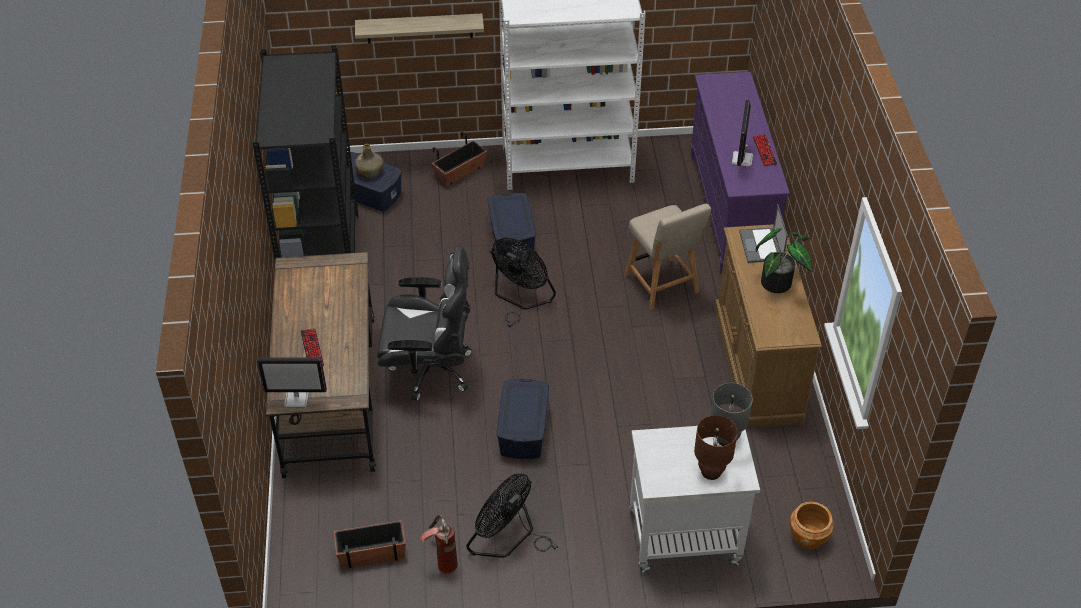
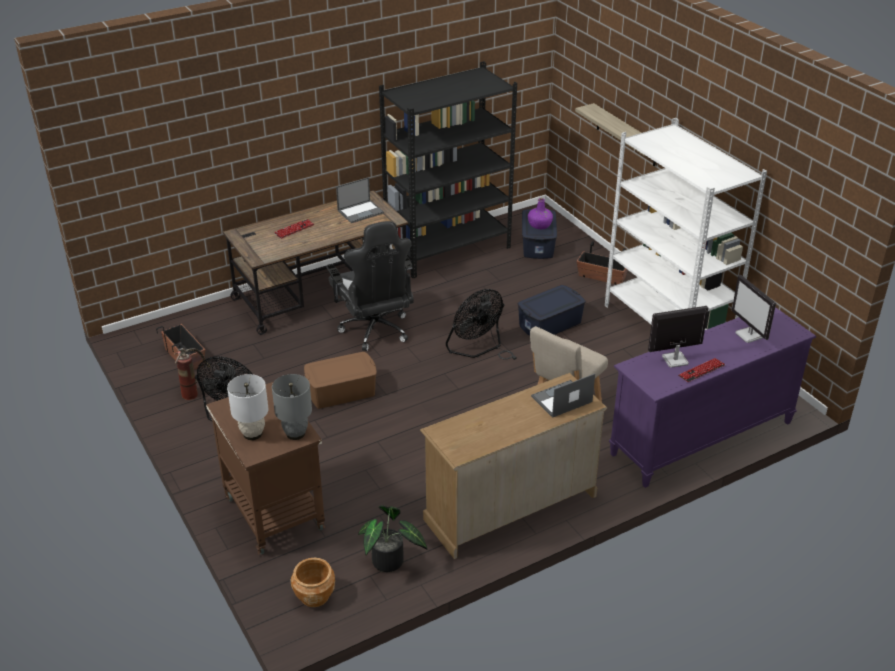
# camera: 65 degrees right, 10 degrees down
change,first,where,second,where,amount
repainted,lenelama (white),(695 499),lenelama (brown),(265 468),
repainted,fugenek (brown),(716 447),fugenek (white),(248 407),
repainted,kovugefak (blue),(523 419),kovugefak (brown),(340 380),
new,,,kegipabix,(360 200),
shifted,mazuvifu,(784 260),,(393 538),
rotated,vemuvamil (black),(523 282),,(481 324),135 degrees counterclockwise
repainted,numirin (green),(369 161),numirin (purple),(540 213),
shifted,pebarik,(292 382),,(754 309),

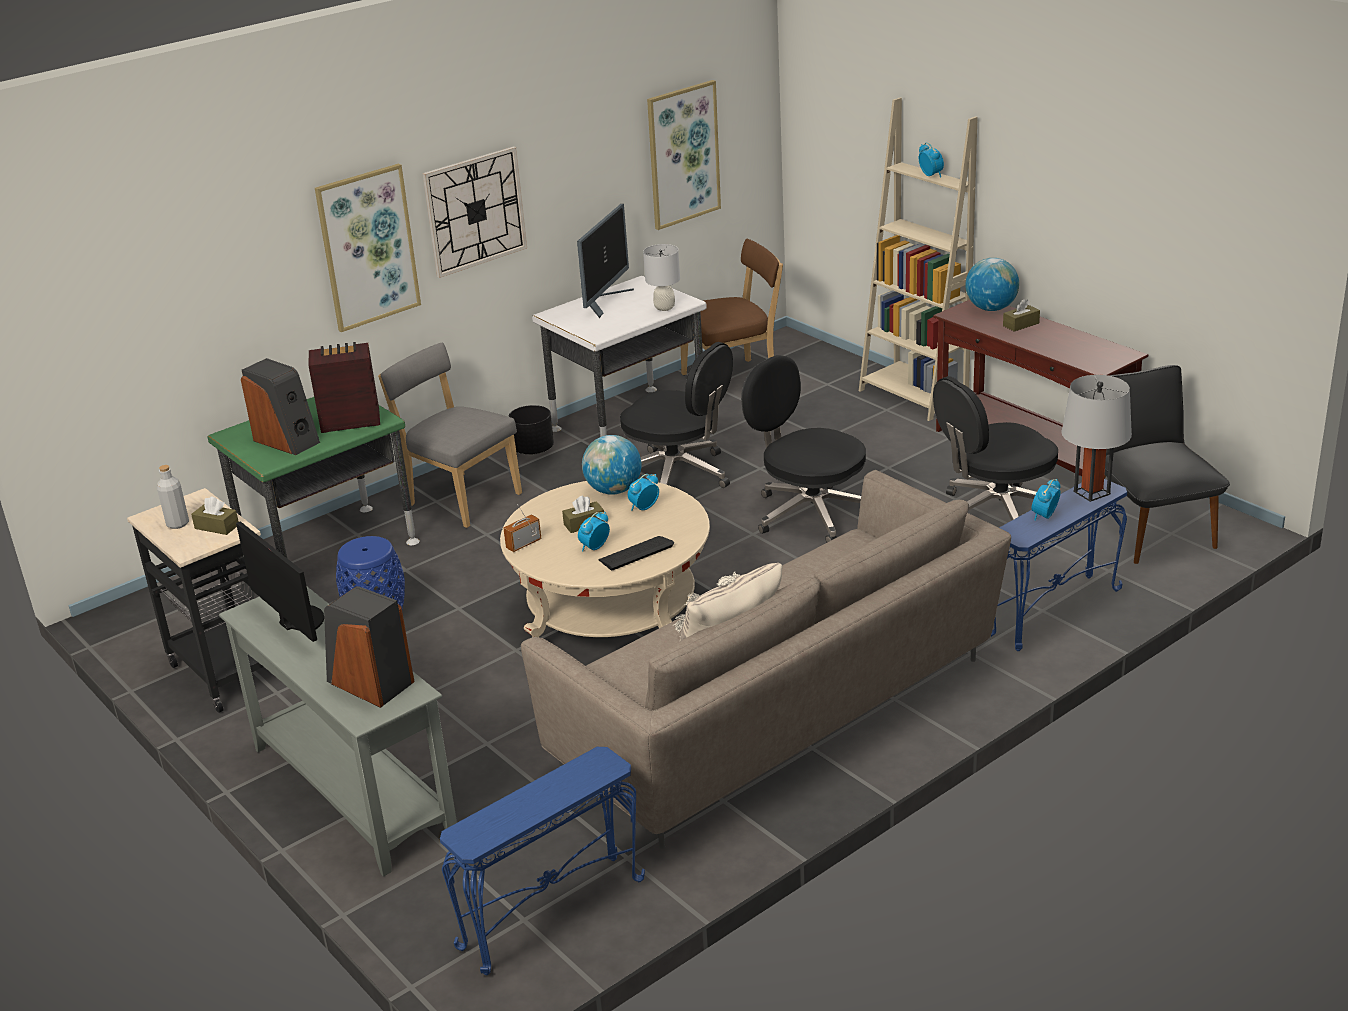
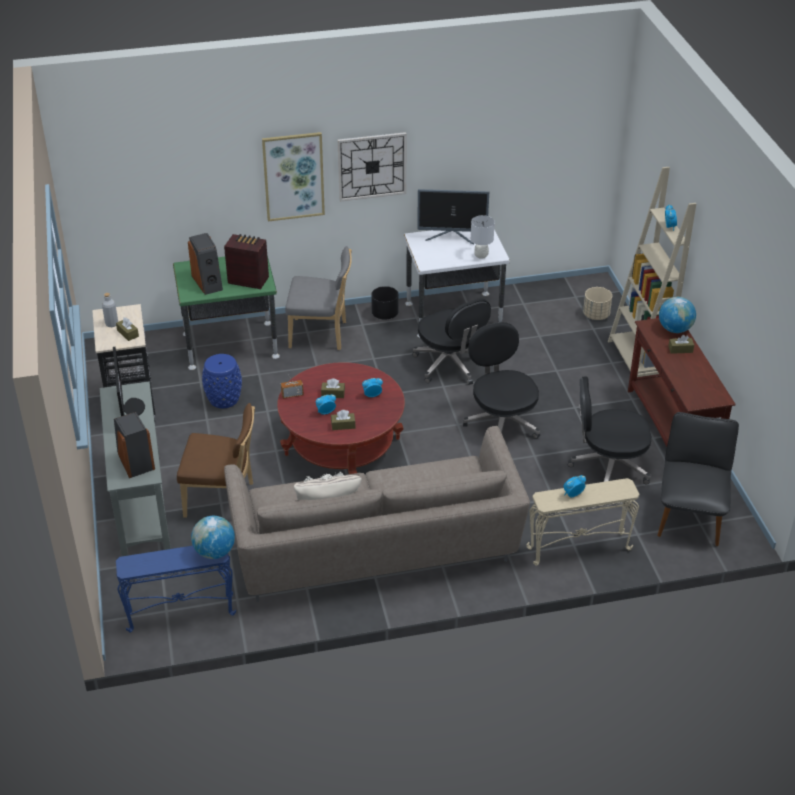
# camera: 25 degrees right, 10 degrees up
change,first,where,second,where,amount
shifted,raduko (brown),(732 307),,(216 460),
shifted,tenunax,(611 465),,(213 537),
repainted,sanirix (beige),(605 559),sanirix (red),(341 418),
rotated,raduko (grey),(450 435),,(318 298),120 degrees clockwise
swapped,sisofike,(636 553),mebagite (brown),(343 420),
rotated,pebarik,(605 261),,(453 216),45 degrees clockwise
repainted,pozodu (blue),(1059 565),pozodu (beige),(582 522),
new,,,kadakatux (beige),(597 303),
gone,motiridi,(684 155),,,
gone,fugenek (grey),(1096 438),,,

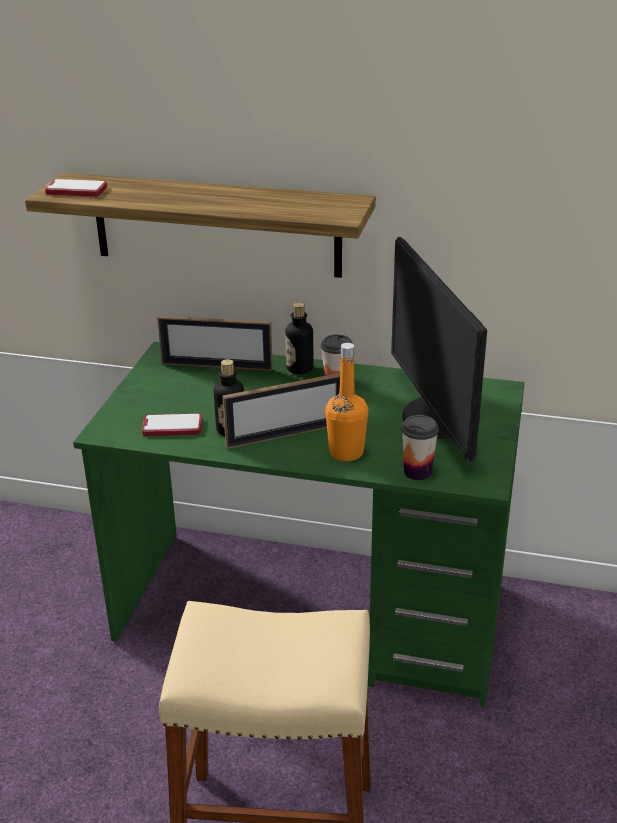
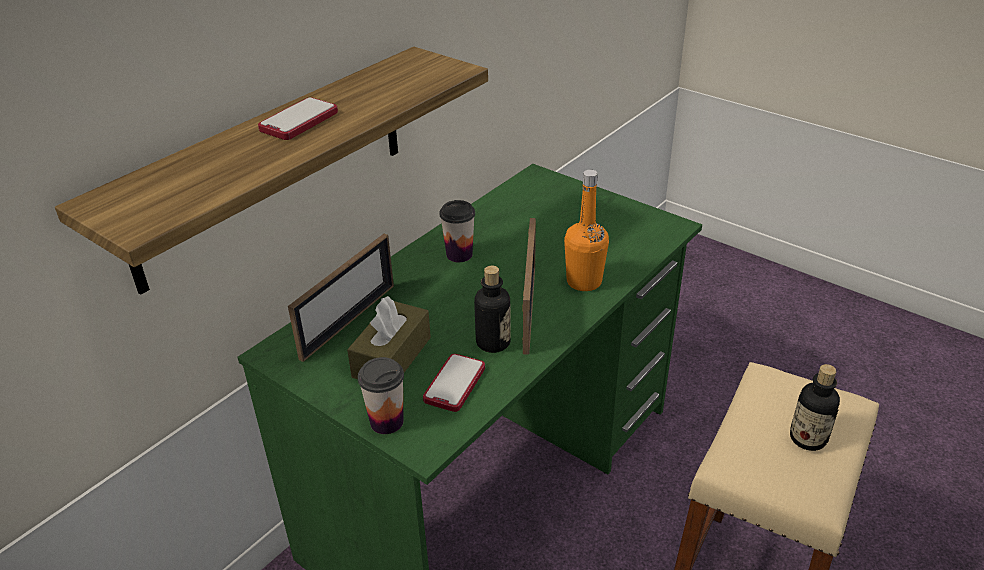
# camera: 65 degrees left, 5 degrees up
change,first,where,second,where,amount
shifted,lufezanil,(76 187),,(298 118),
new,,,mebagite (brown),(389 337),
shifted,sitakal,(420 447),,(381 395),
shifted,numirin,(299 338),,(815 407),
gone,pebarik,(439 349),,,

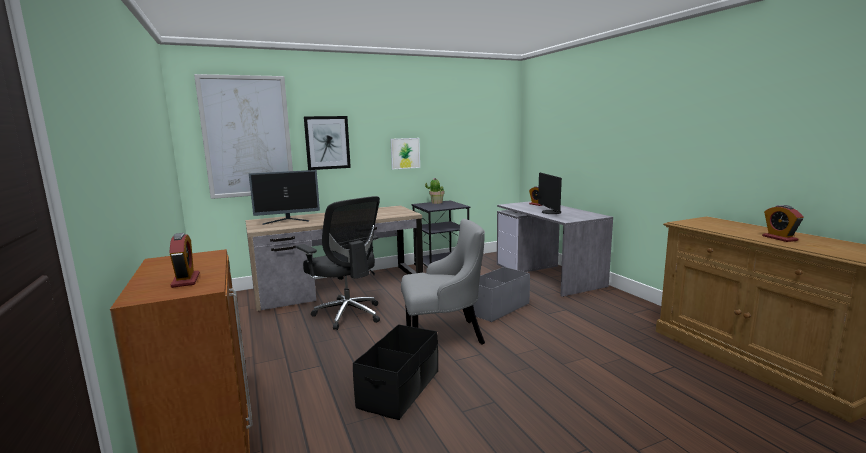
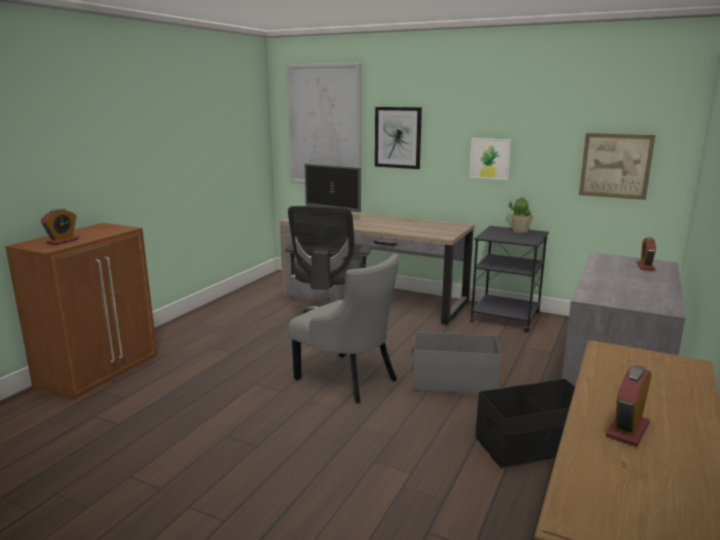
# camera: 50 degrees right, 5 degrees up
change,first,where,second,where,amount
shifted,kovugefak (black),(395 372),,(525 423),
new,,,motiridi,(617 166),
gone,pebarik,(550 193),,,

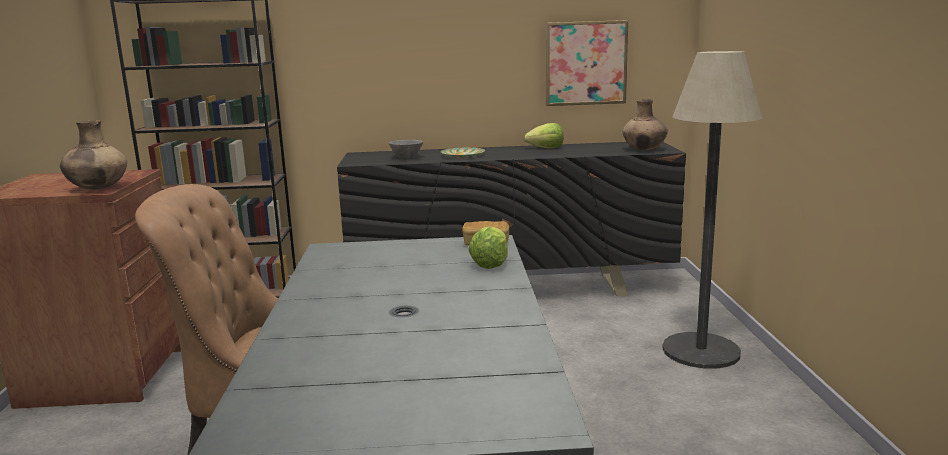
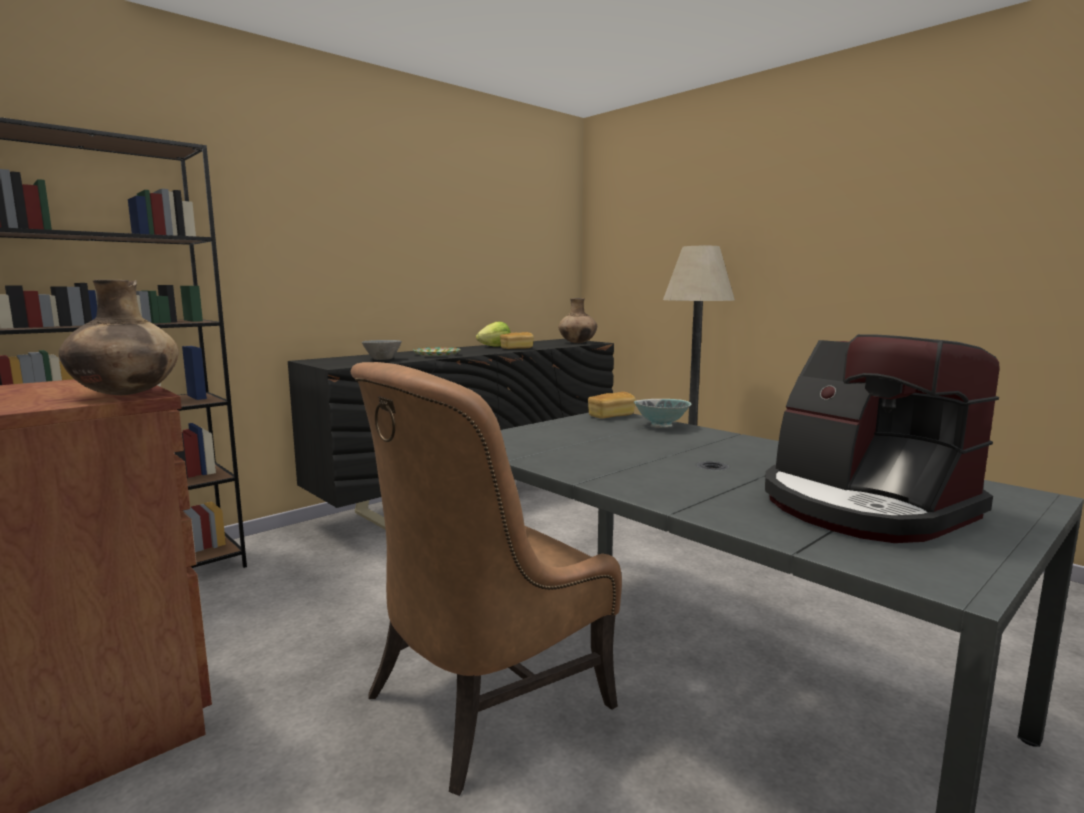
# camera: 40 degrees left, 5 degrees down
change,first,where,second,where,amount
new,,,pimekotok,(517 340),
swapped,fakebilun,(488 248),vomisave,(662 413),
new,,,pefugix,(882 438),
gone,motiridi,(587 63),,,

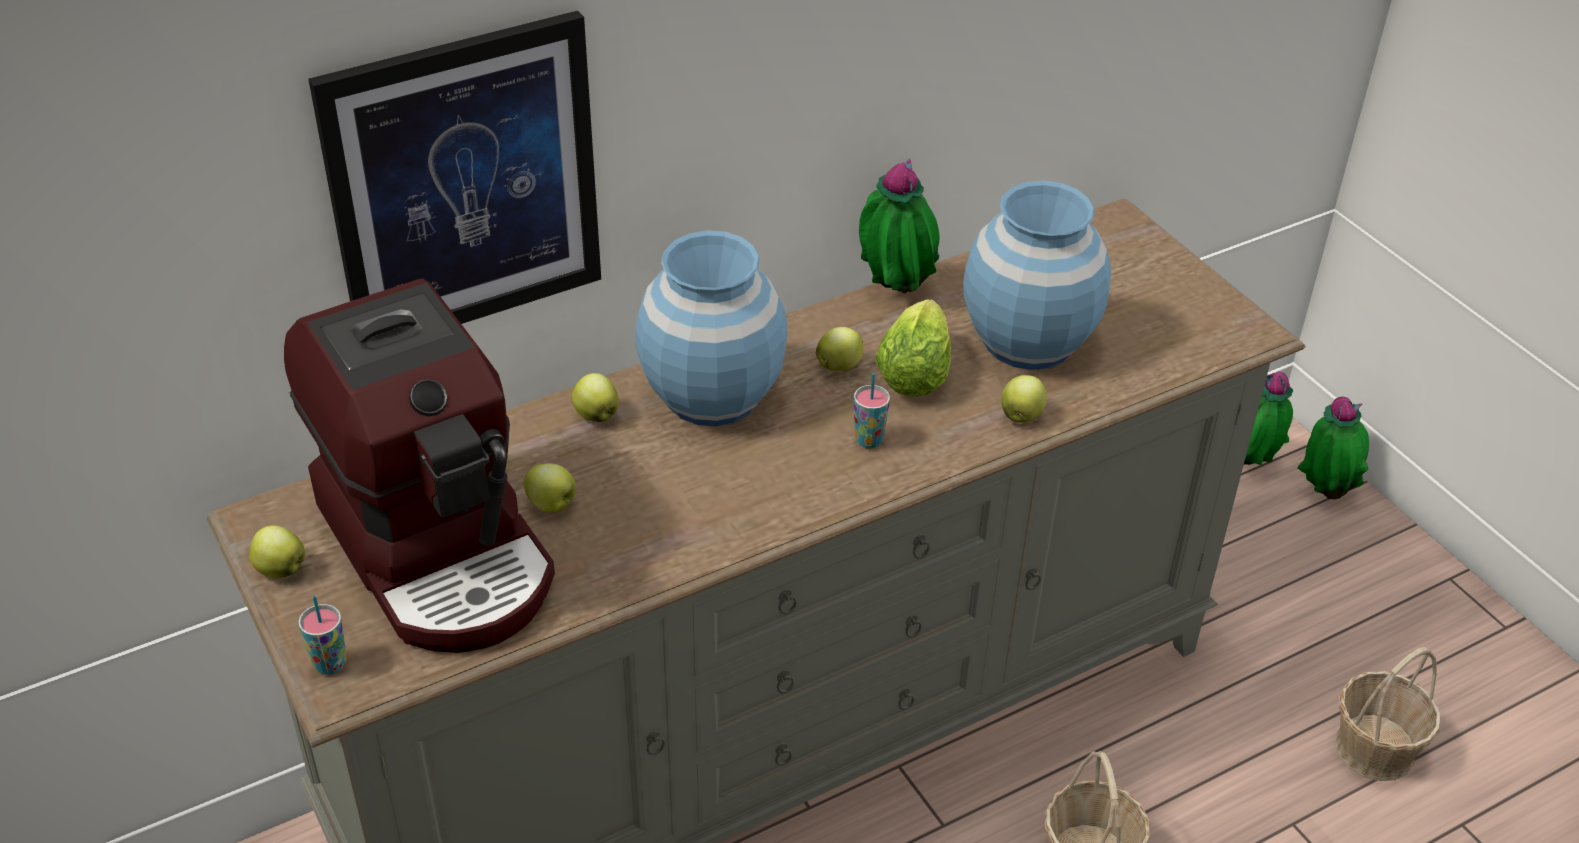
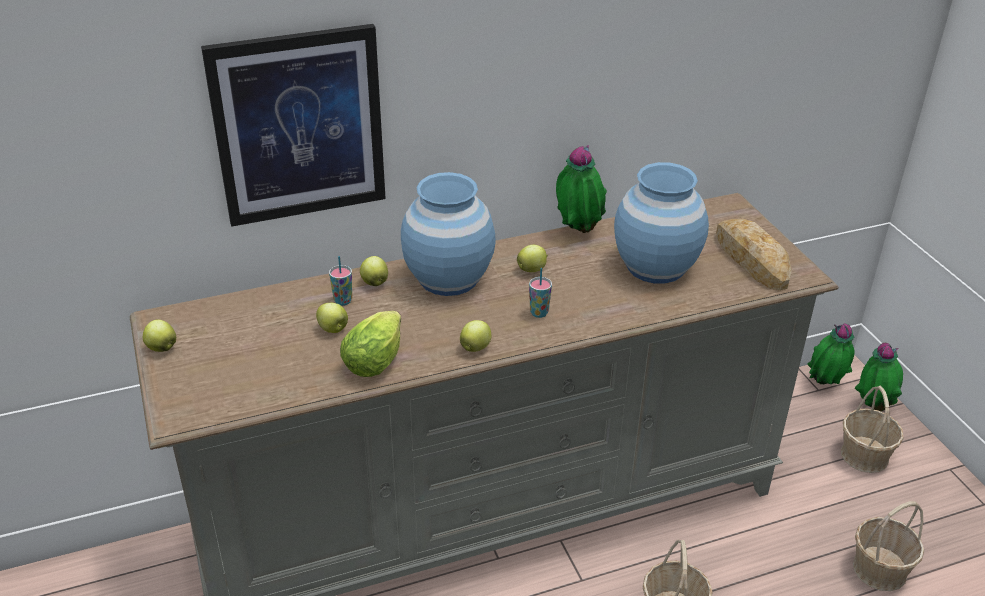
# camera: 10 degrees right, 5 degrees down
change,first,where,second,where,amount
shifted,sitakal,(322 635),,(340 281),
shifted,fakebilun,(913 347),,(370 344),
shifted,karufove,(1024 399),,(475 336),
new,,,pimekotok,(754 255),
new,,,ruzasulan,(872 429),
gone,pefugix,(419 466),,,

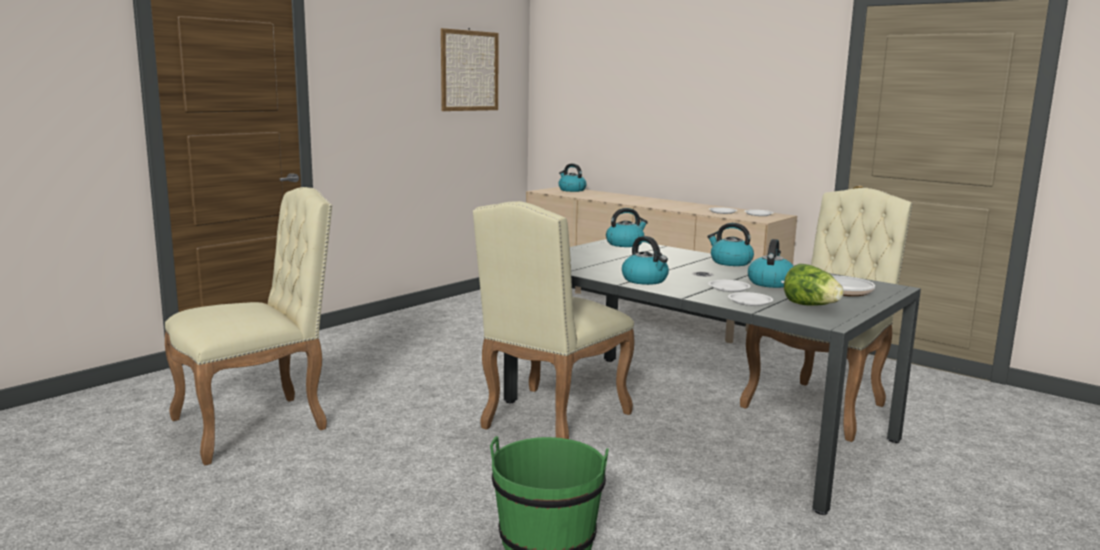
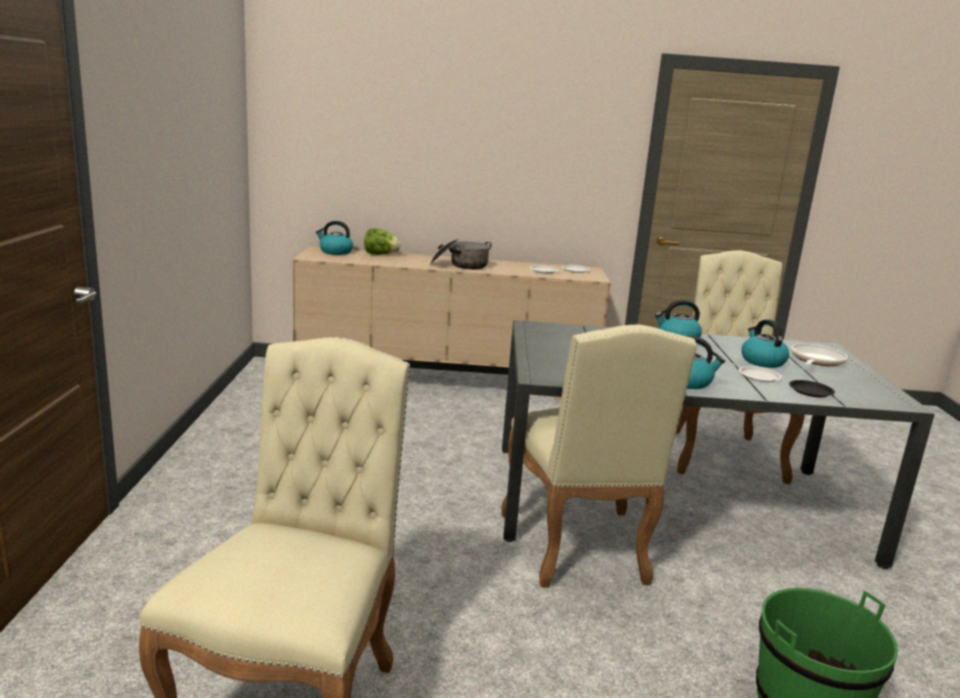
# camera: 40 degrees left, 5 degrees up
change,first,where,second,where,amount
shifted,fakebilun,(814 284),,(382 241),
new,,,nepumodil,(461 254),
repainted,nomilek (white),(750 299),nomilek (black),(812 388),
gone,motiridi,(470 69),,,
gone,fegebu,(627 227),,,

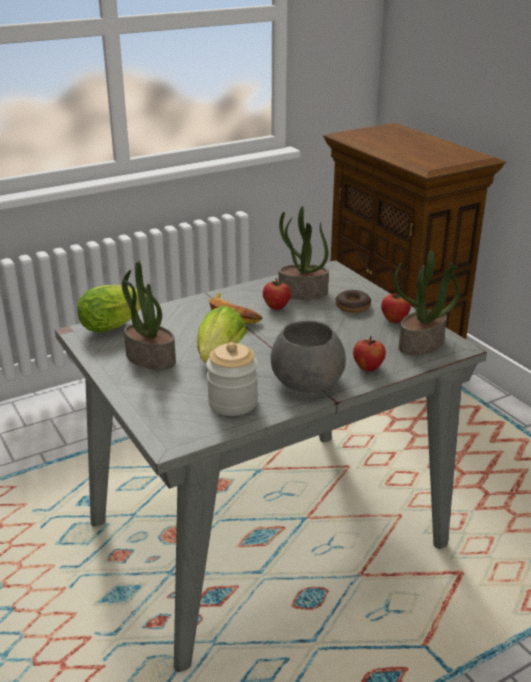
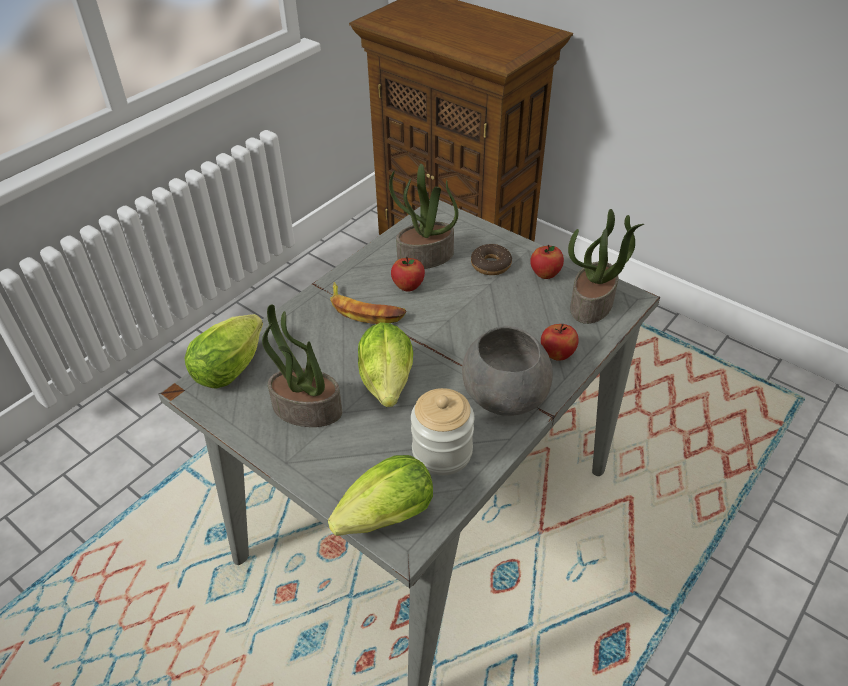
# camera: 20 degrees left, 15 degrees up
change,first,where,second,where,amount
new,,,fakebilun,(380 495),

